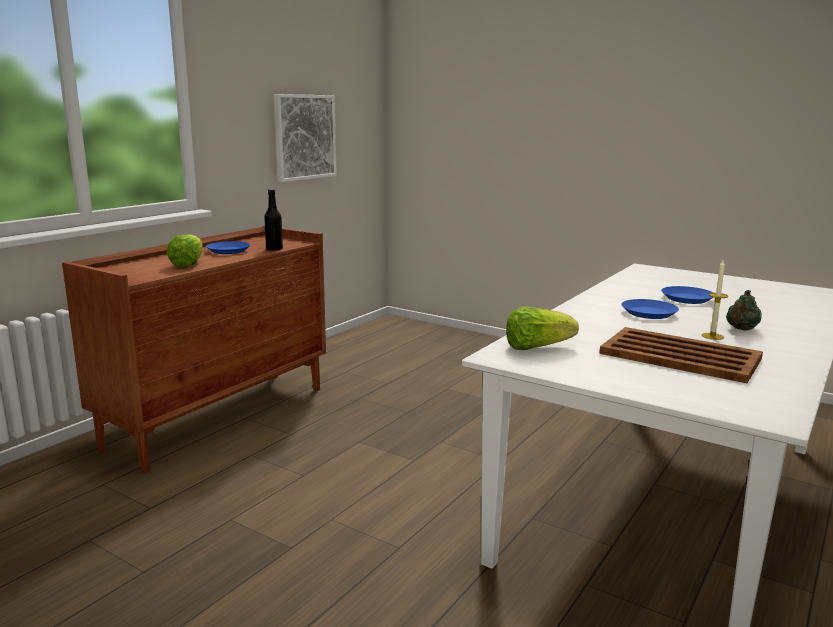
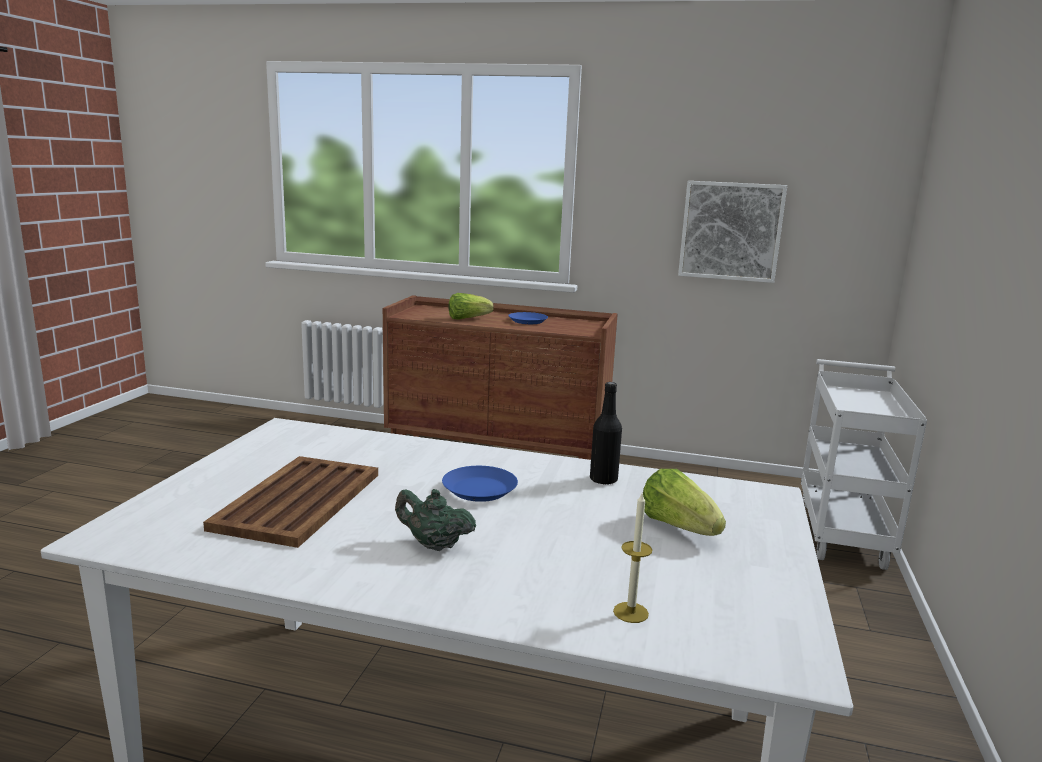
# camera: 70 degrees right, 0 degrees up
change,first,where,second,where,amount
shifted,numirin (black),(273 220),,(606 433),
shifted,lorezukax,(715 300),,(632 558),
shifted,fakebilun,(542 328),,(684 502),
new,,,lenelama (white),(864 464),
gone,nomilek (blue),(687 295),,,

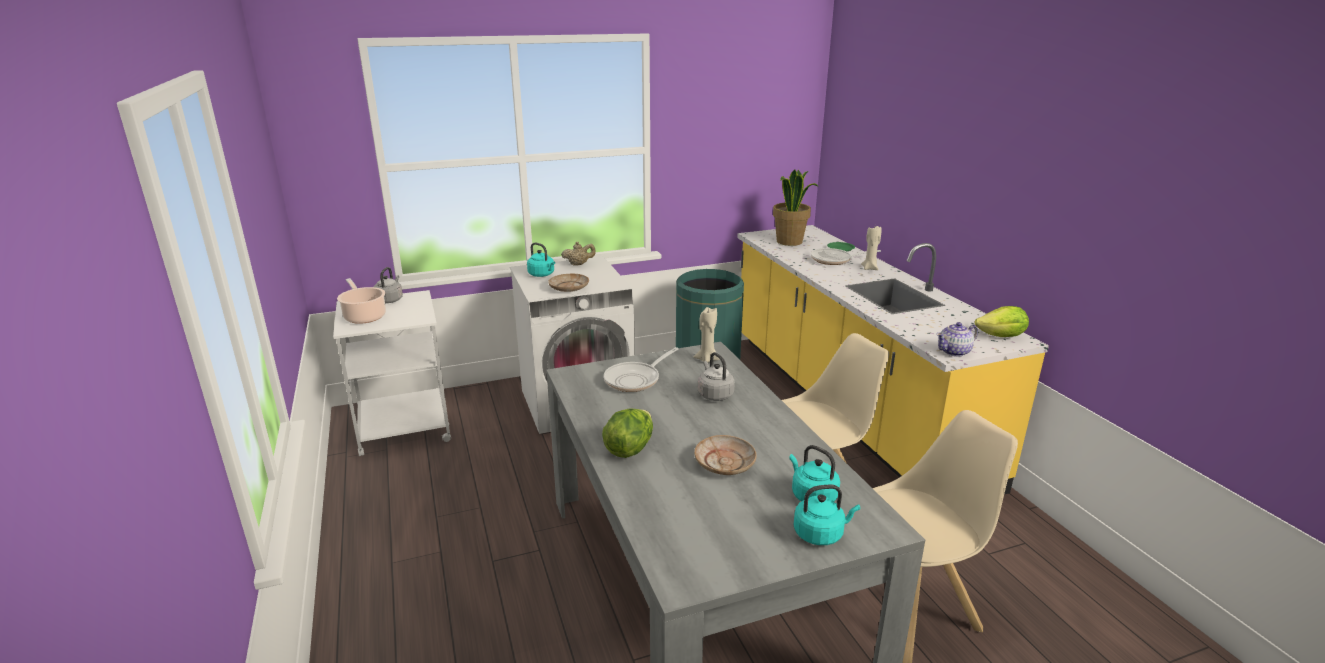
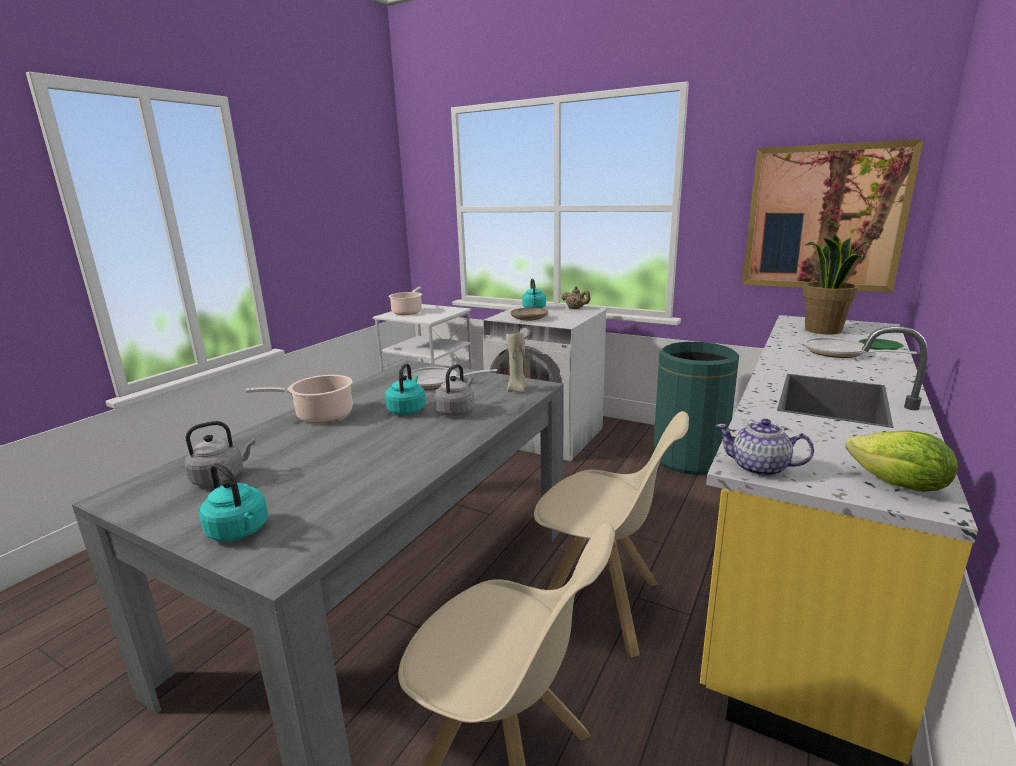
# camera: 50 degrees right, 5 degrees down
change,first,where,second,where,amount
shifted,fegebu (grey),(388 285),,(219 454),
swapped,fakebilun,(627 433),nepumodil,(299 399),
shifted,fegebu (turquoise),(814 473),,(405 389),
new,,,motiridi,(833 216),
gone,nomilek (beige),(725 455),,,
gone,lorezukax (beige),(871 248),,,

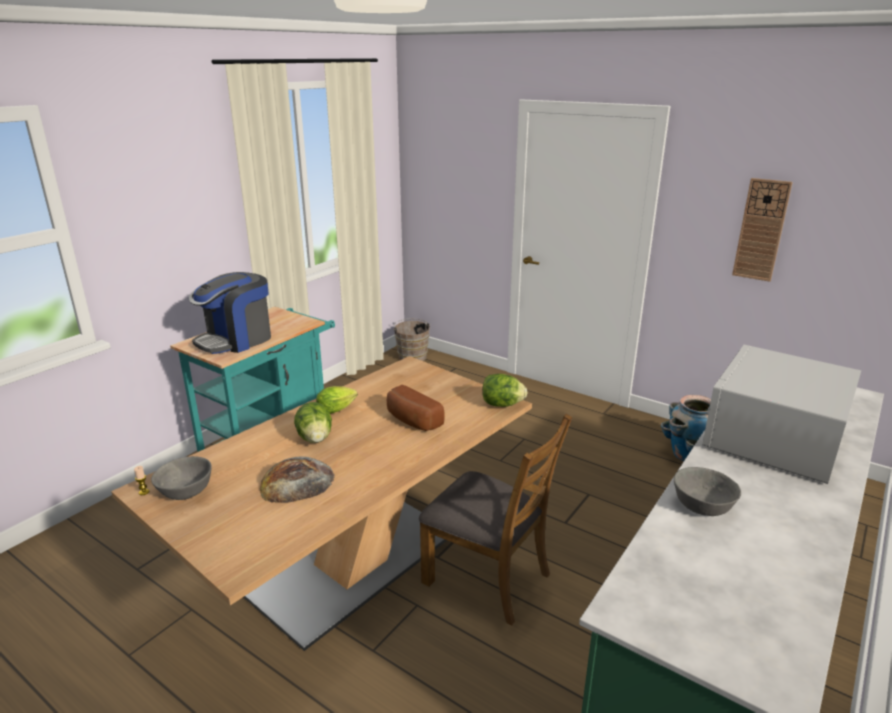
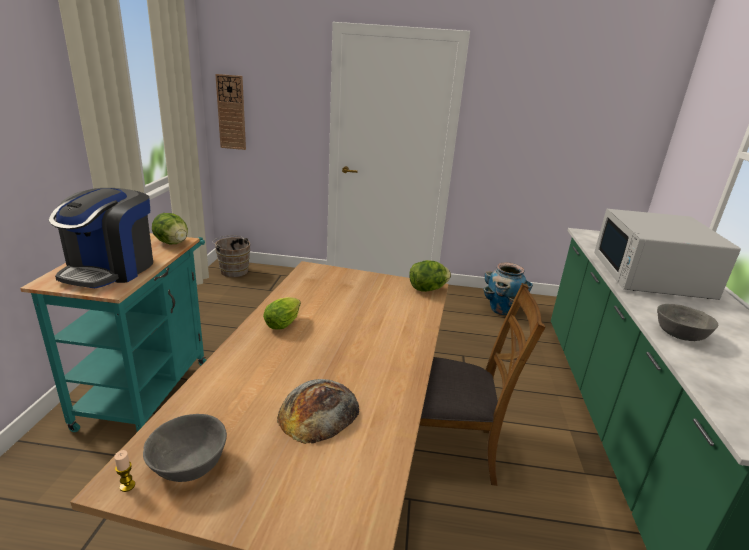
# camera: 30 degrees left, 0 degrees up
change,first,where,second,where,amount
shifted,fakebilun,(313 422),,(170 228),
shifted,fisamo,(762 230),,(230 112),
gone,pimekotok,(416 408),,,

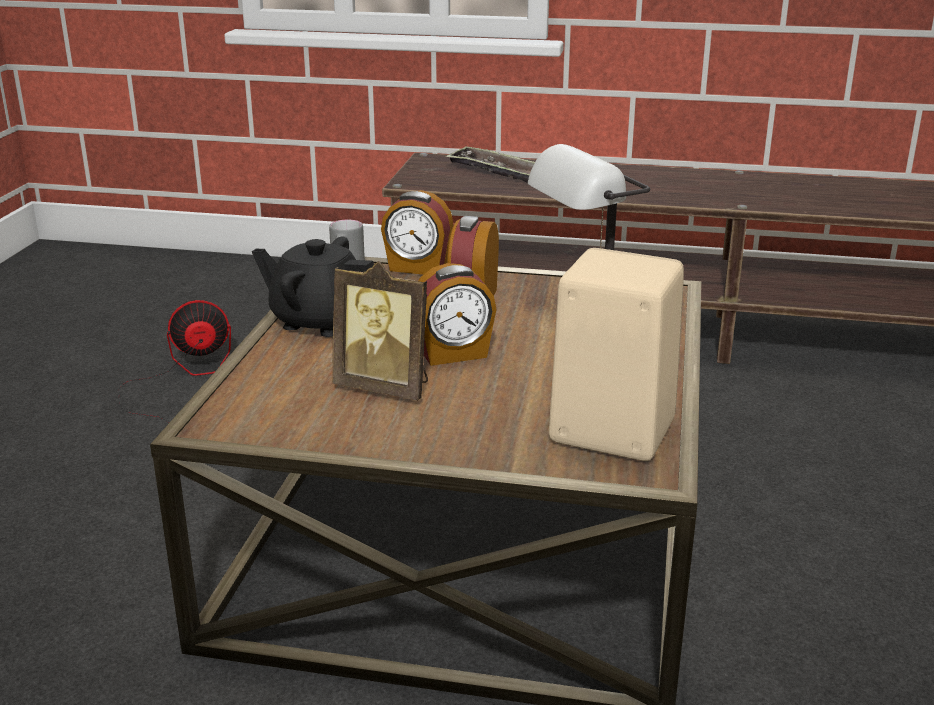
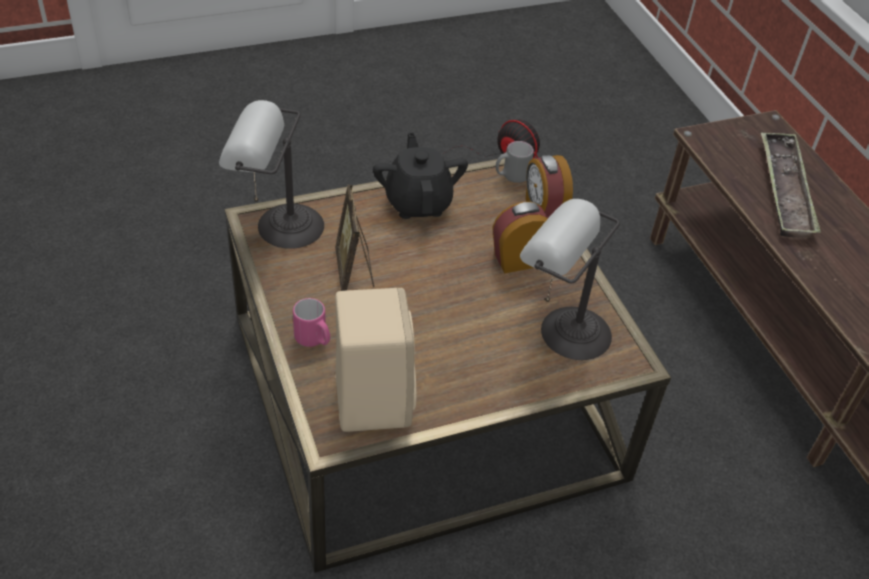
# camera: 55 degrees right, 20 degrees up
change,first,where,second,where,amount
new,,,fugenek,(271 174),
new,,,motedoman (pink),(311 322),
gone,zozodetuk,(457 314),,,

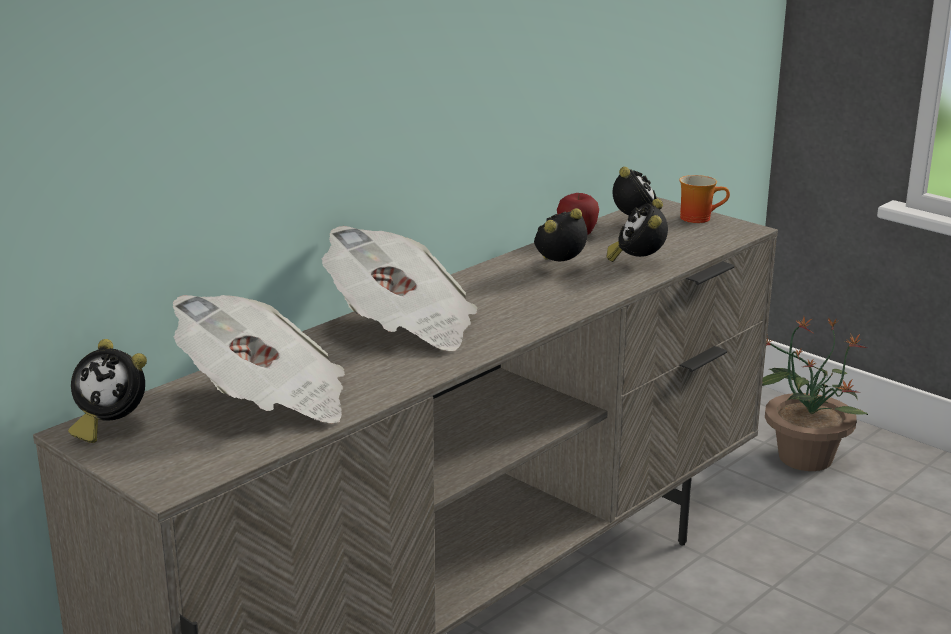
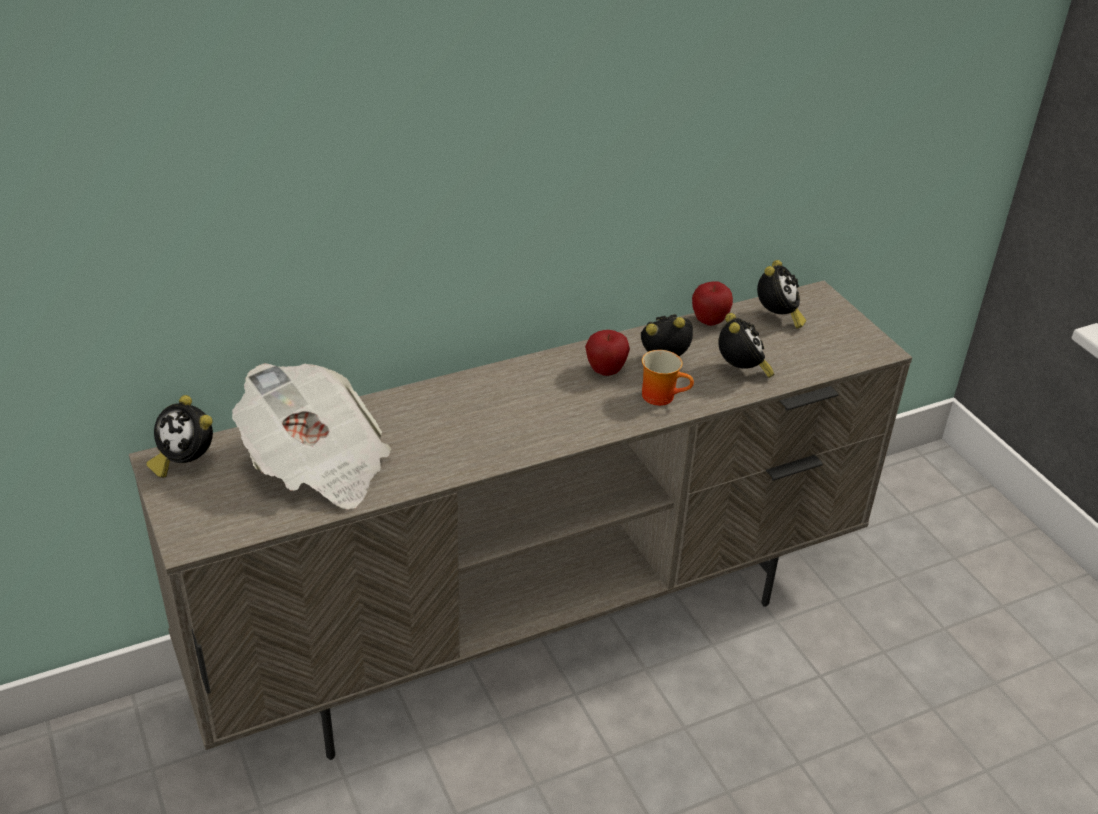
# camera: 20 degrees right, 15 degrees up
change,first,where,second,where,amount
new,,,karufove,(607 353),
shifted,motedoman,(704 199),,(668 378),
rotated,zozodetuk,(637 230),,(746 345),150 degrees clockwise
gone,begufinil,(400 288),,,
gone,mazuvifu,(815 394),,,

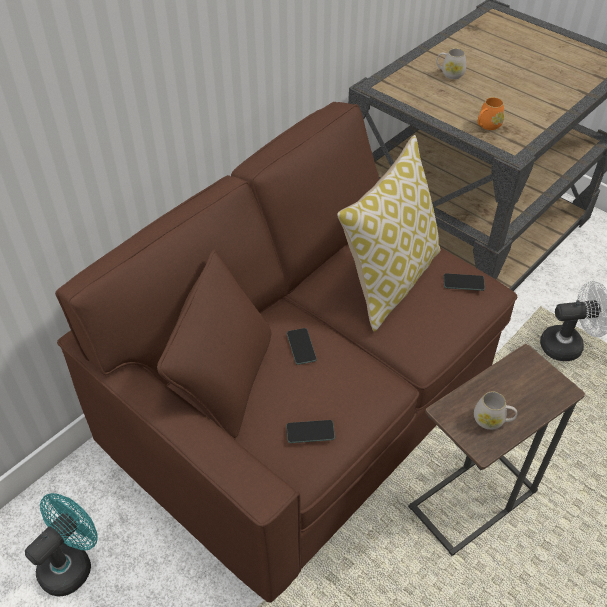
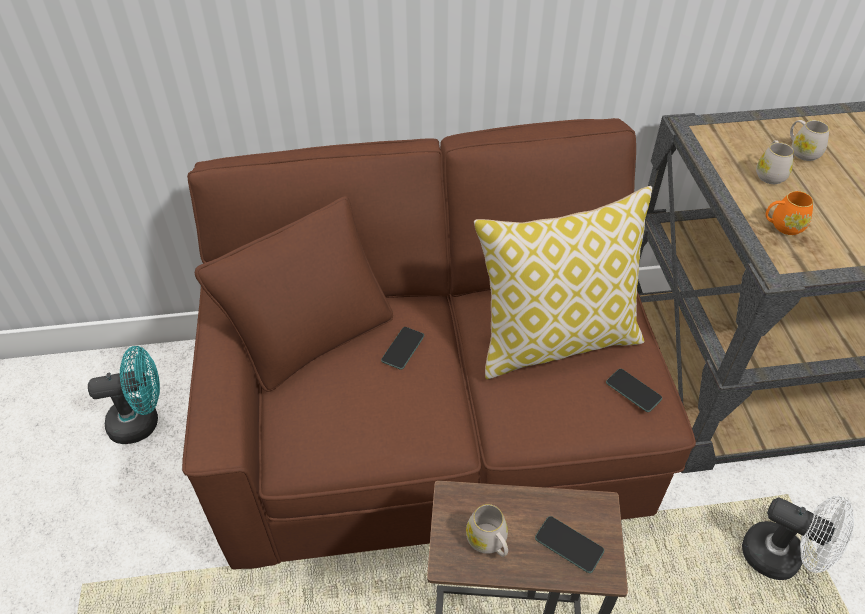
# camera: 40 degrees right, 0 degrees up
change,first,where,second,where,amount
shifted,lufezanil,(310 431),,(569 544),
new,,,motedoman (white),(775 162),

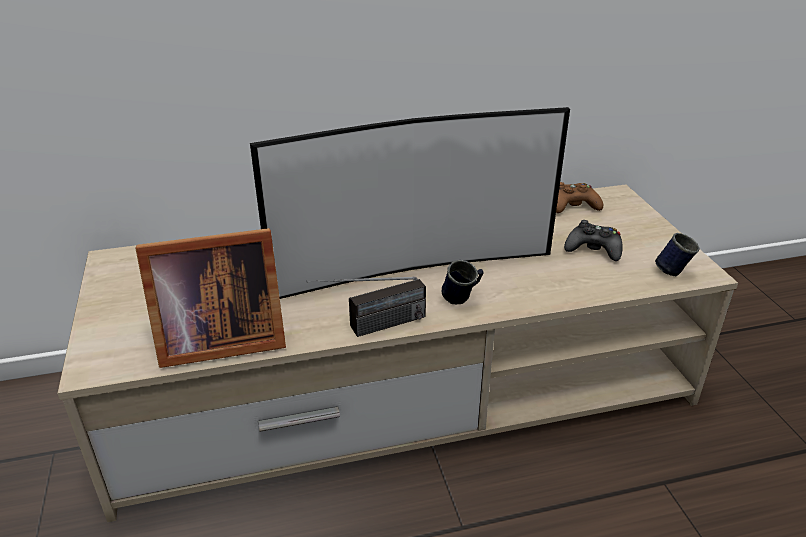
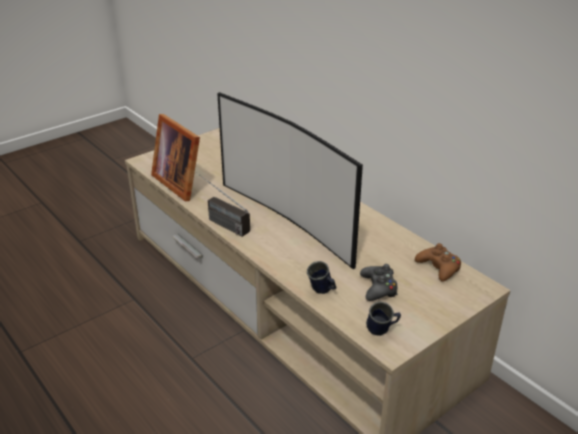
# camera: 65 degrees right, 0 degrees up
change,first,where,second,where,amount
shifted,motedoman (blue),(463 282),,(322 277),

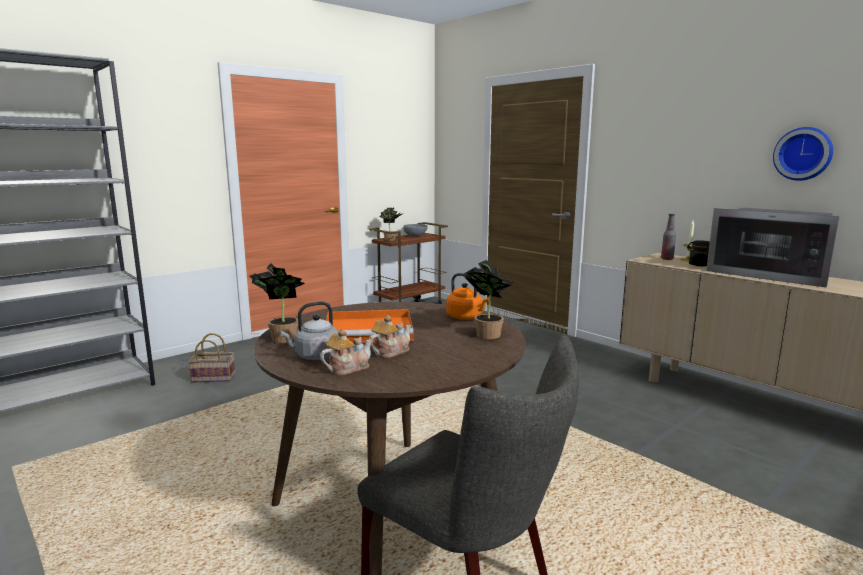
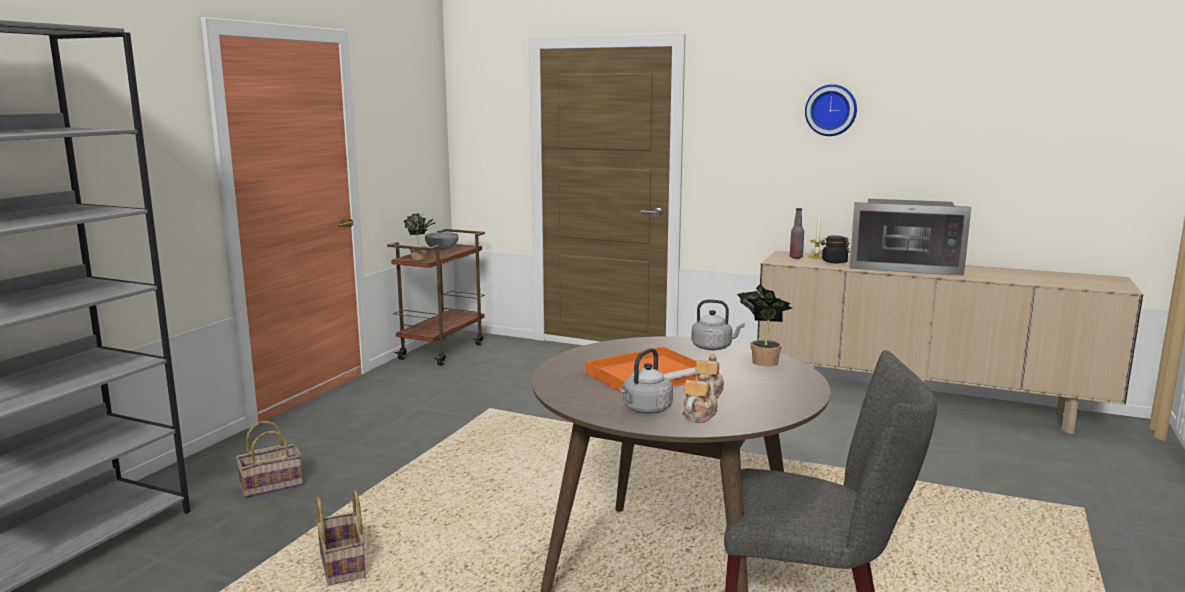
# camera: 25 degrees left, 0 degrees up
change,first,where,second,where,amount
new,,,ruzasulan,(341 538),
repainted,fegebu (orange),(467 296),fegebu (grey),(718 325),
shifted,fisamo,(803 154),,(831 110),
gone,mazuvifu,(277 303),,,

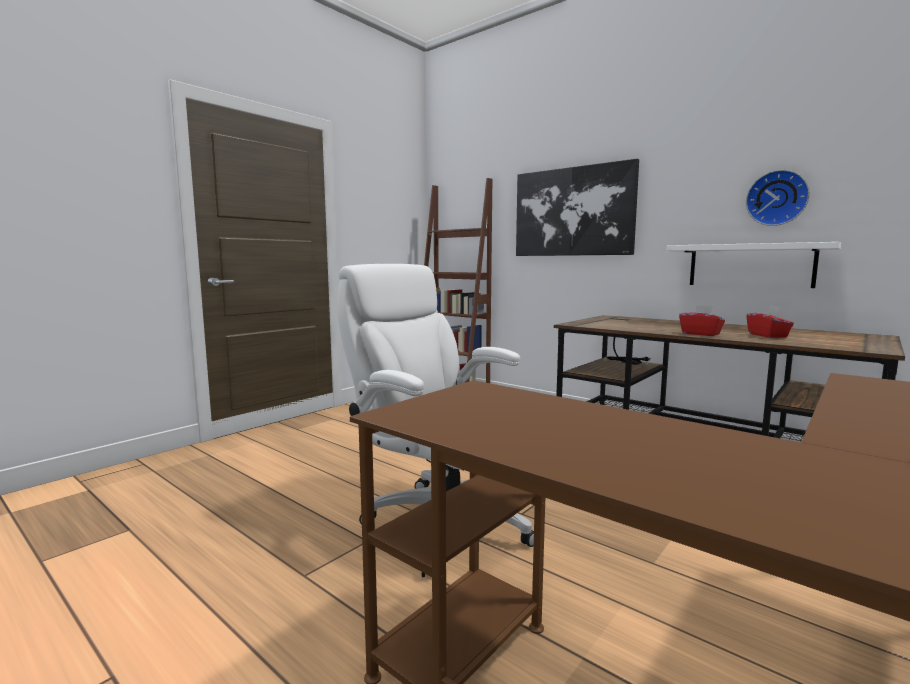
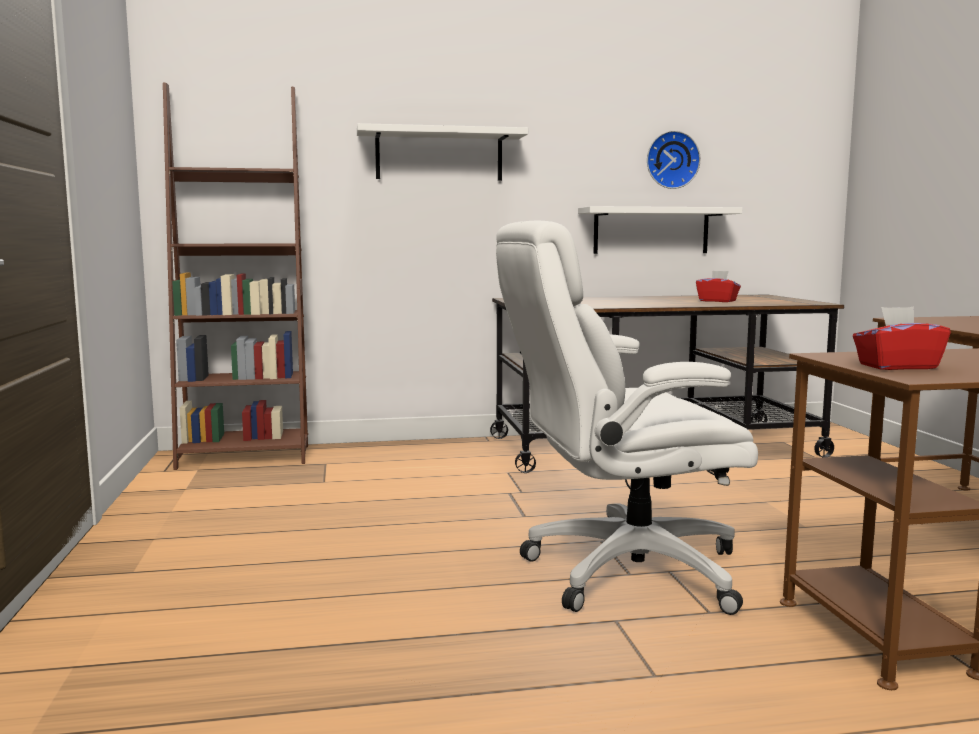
# camera: 50 degrees left, 0 degrees up
change,first,where,second,where,amount
swapped,motiridi,(577 207),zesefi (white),(442 152),
shifted,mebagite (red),(702 320),,(902 338),

